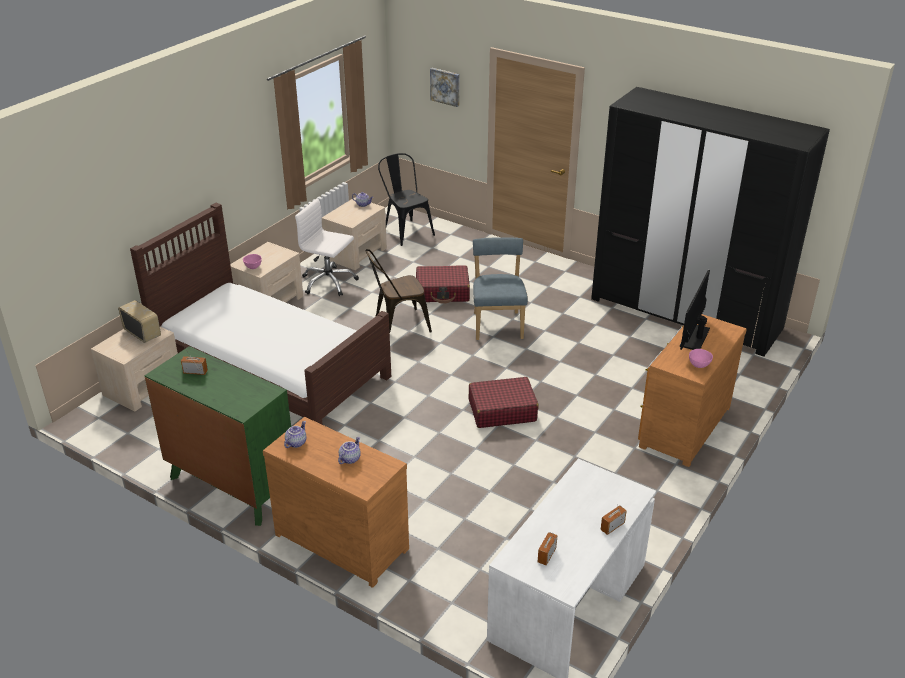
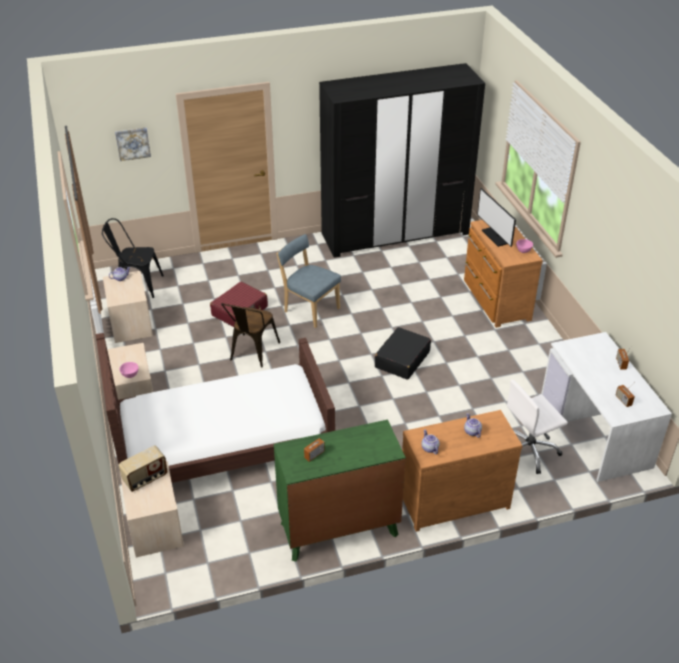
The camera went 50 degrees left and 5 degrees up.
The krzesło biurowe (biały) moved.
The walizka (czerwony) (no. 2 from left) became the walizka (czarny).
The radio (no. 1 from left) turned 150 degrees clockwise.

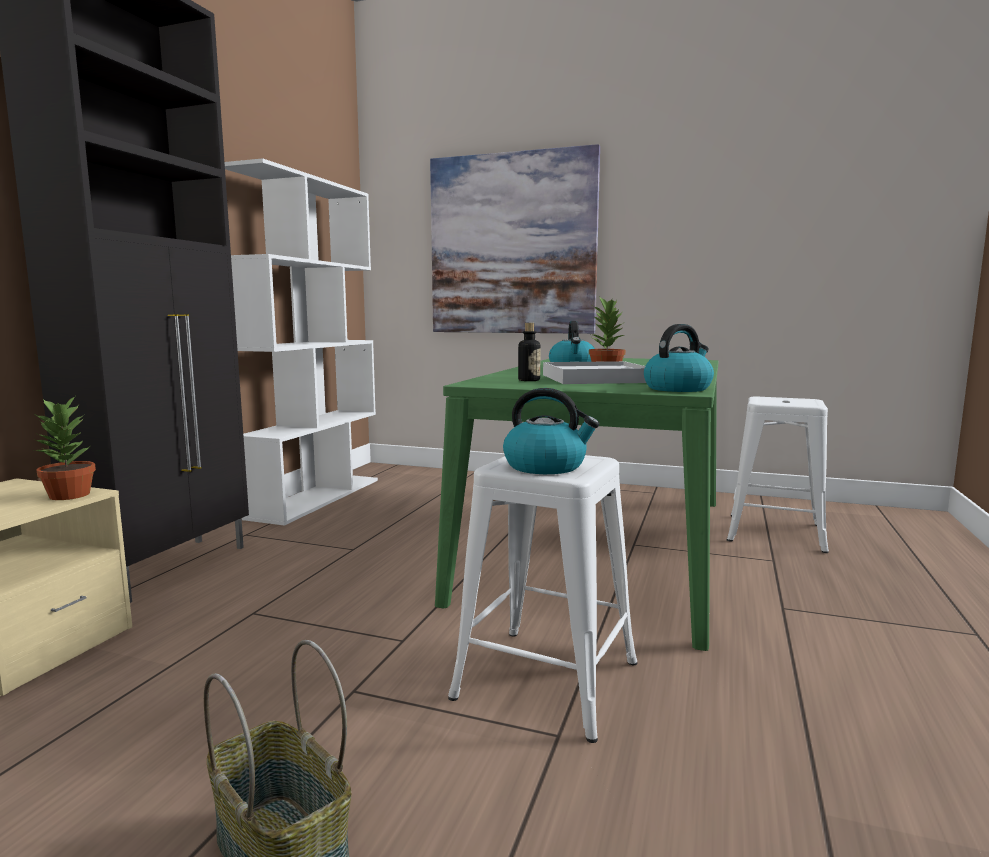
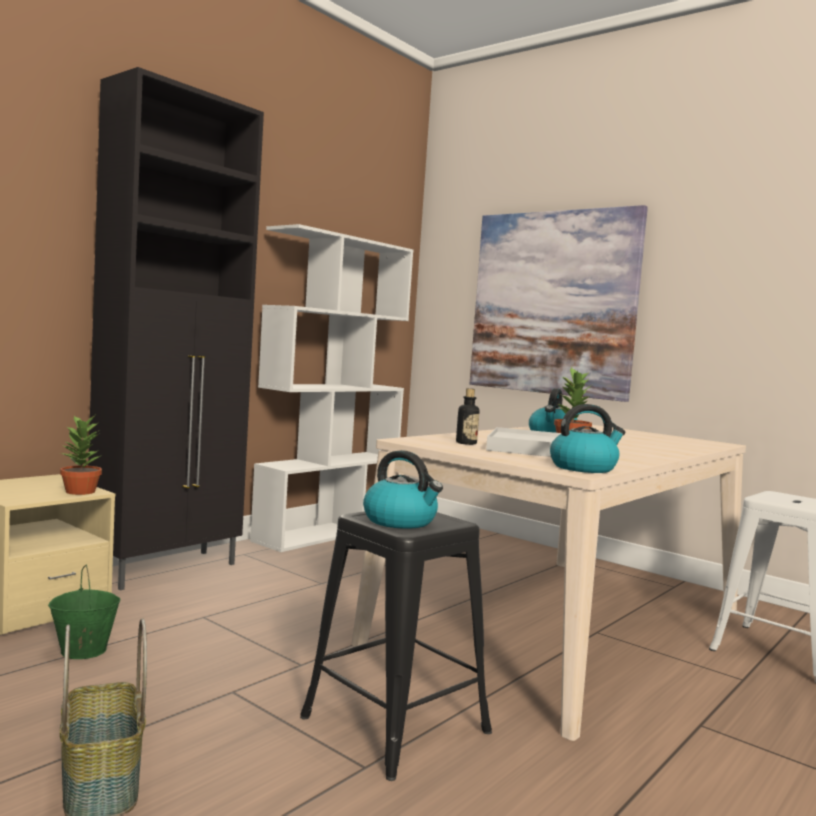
The camera went 20 degrees right and 5 degrees down.
The wiadro (zielony) appeared.
The stół jadalny (zielony) became the stół jadalny (beżowy).
The stołek (biały) (no. 1 from left) became the stołek (czarny).

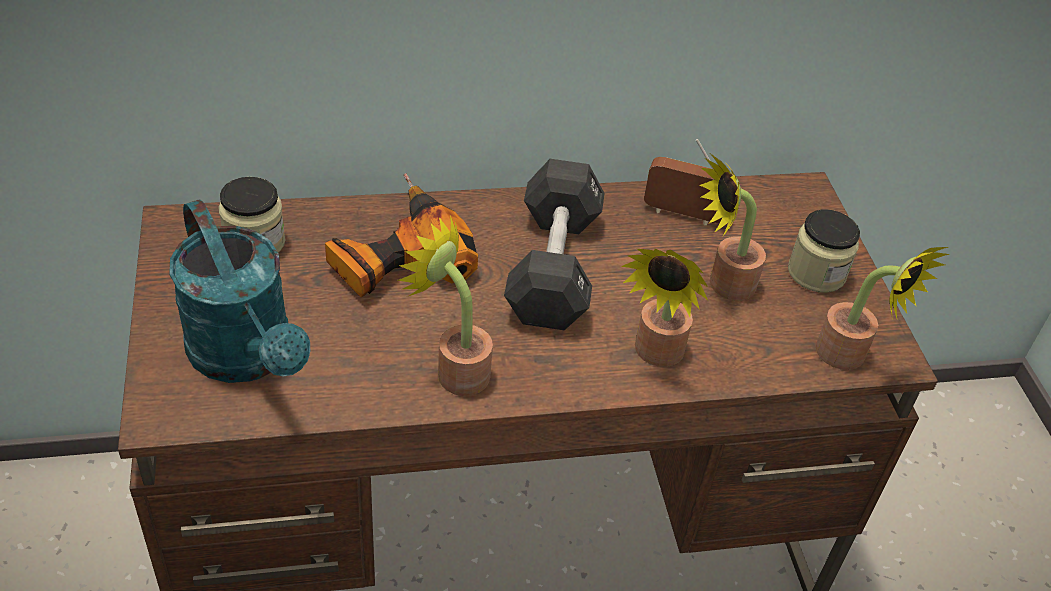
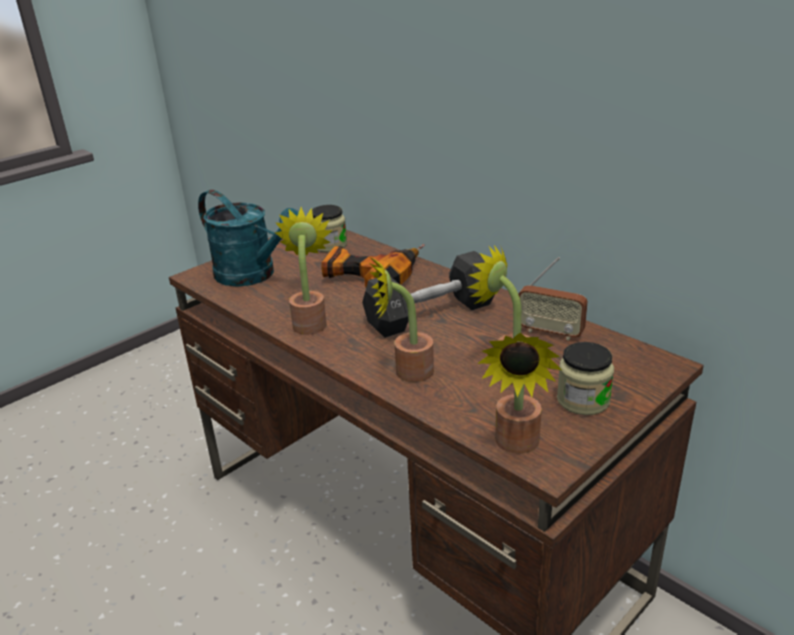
The camera went 60 degrees right and 15 degrees down.
The konewka (turkusowy) turned 75 degrees counterclockwise.
The radio turned 135 degrees clockwise.

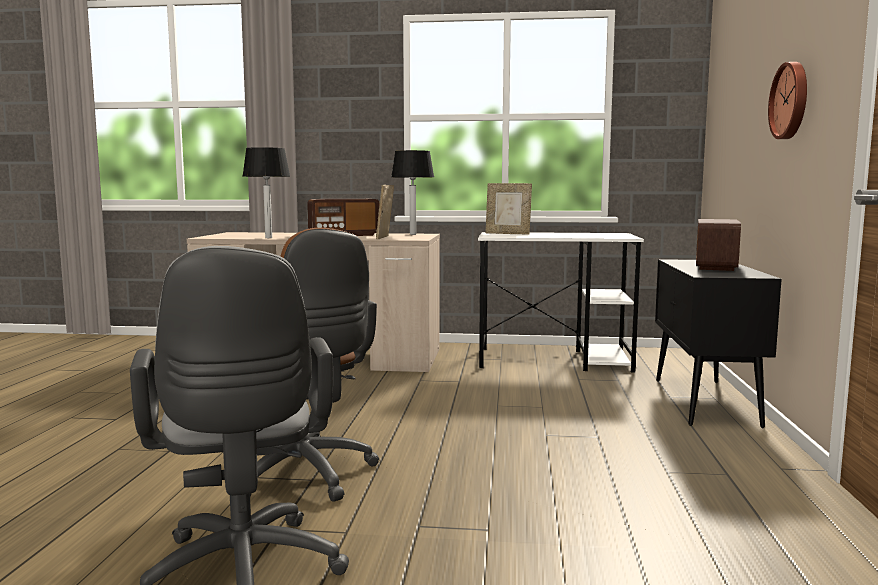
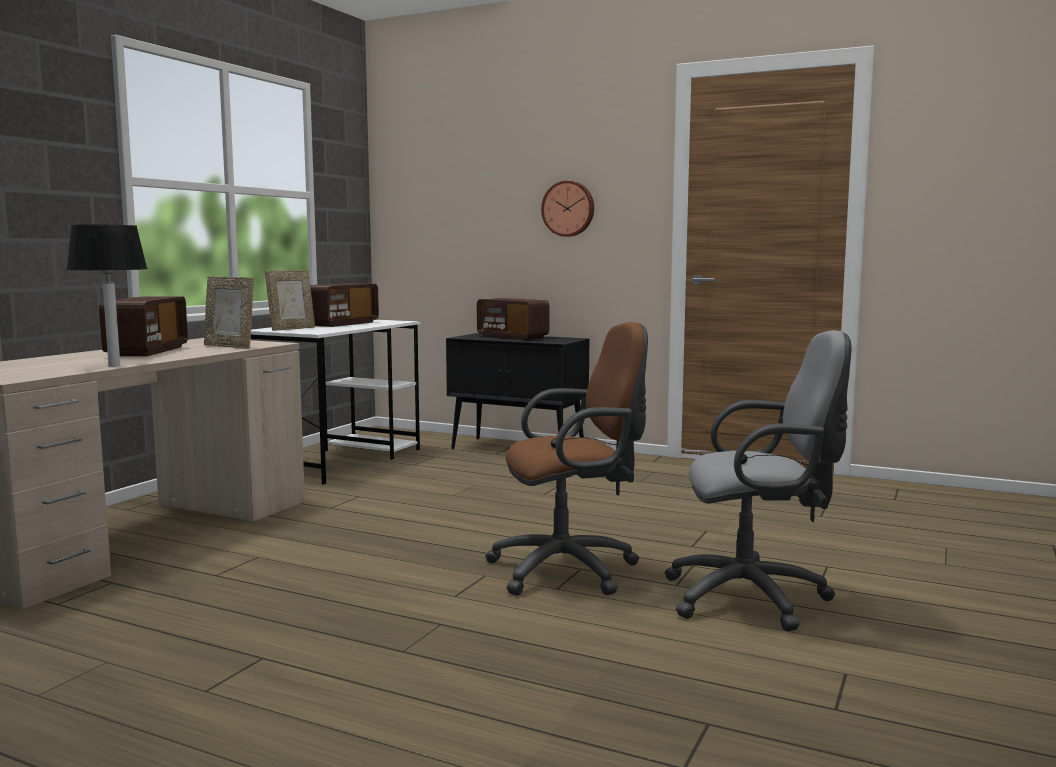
The camera went 70 degrees left and 0 degrees up.
The lampa stołowa (no. 2 from left) disappeared.
The radio (no. 2 from left) appeared.

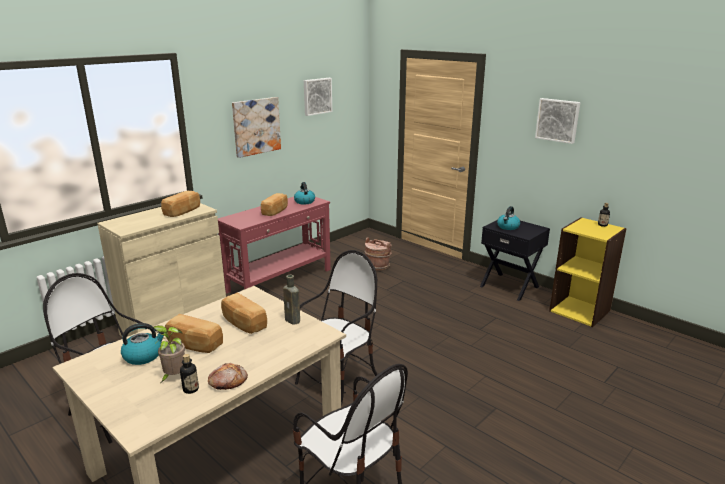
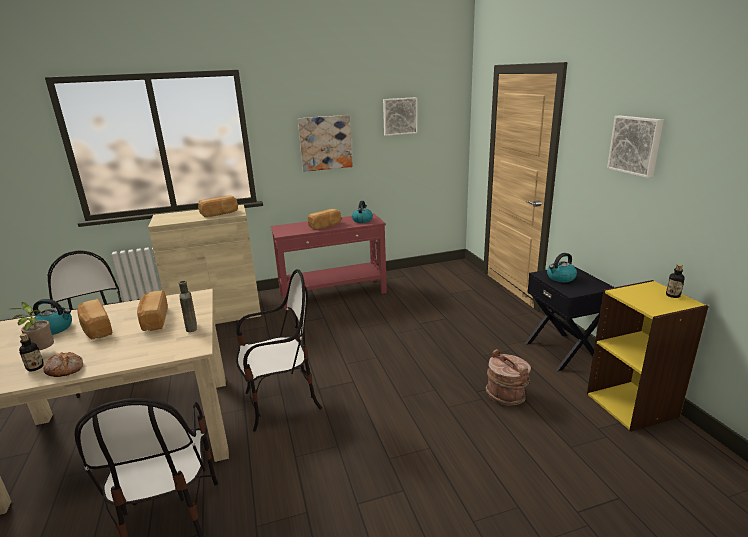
The camera went 30 degrees right and 0 degrees up.
The wiadro (brązowy) moved.

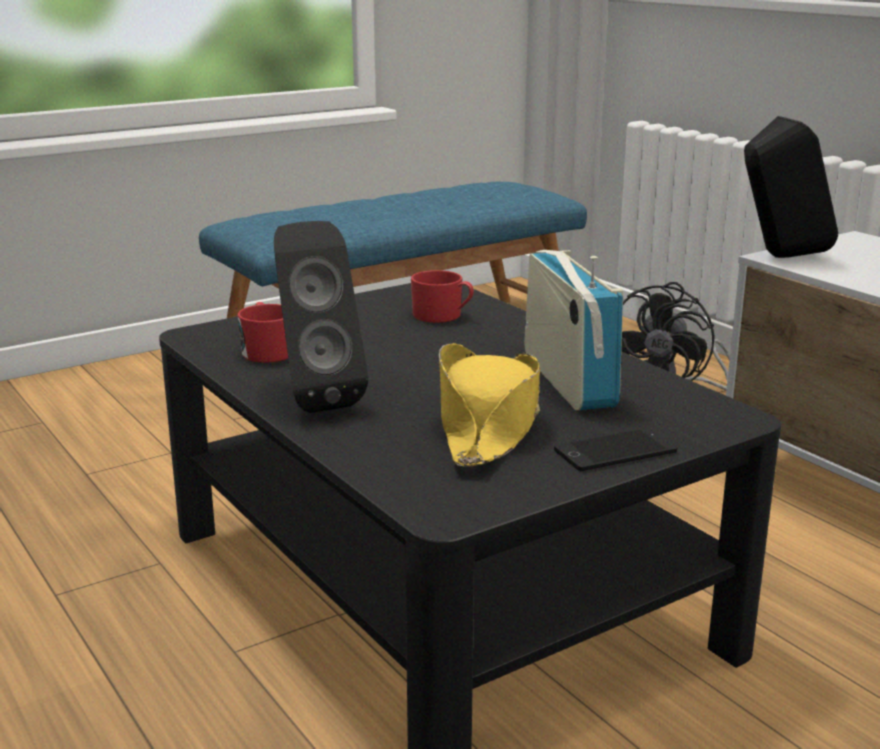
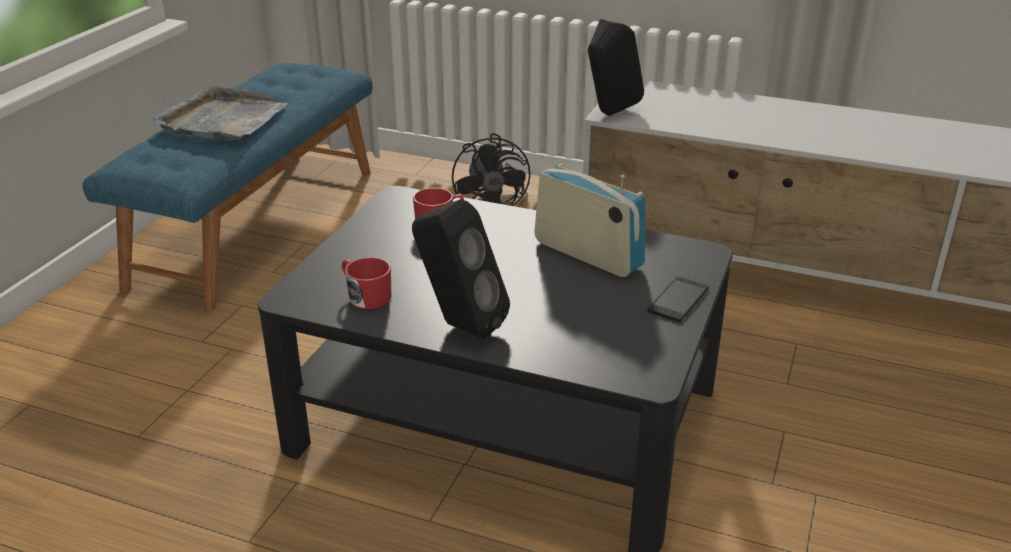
The camera went 35 degrees left and 10 degrees up.
The kapelusz (żółty) disappeared.
The taca (szary) appeared.

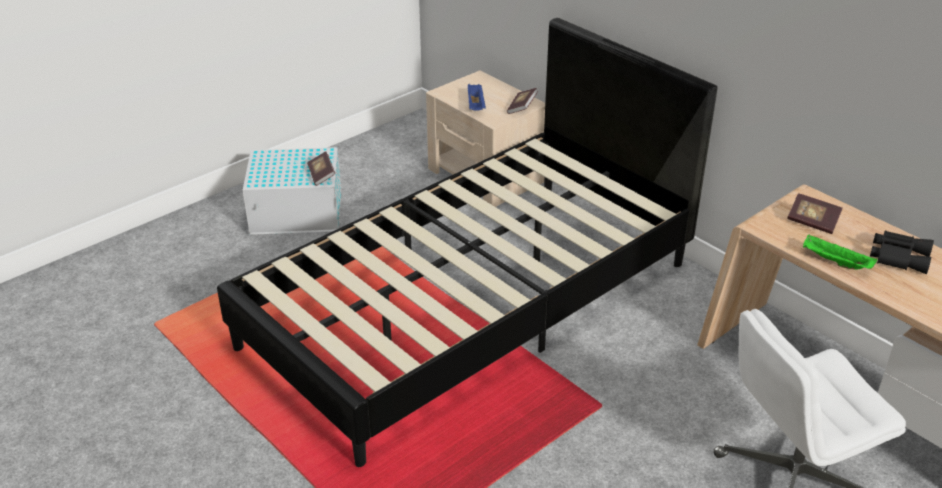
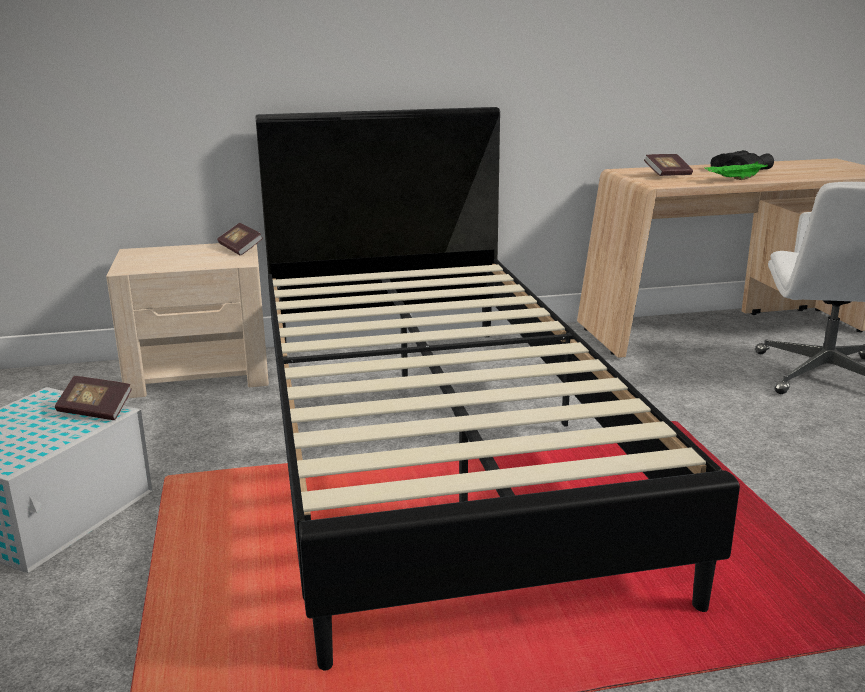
The camera went 60 degrees left and 15 degrees down.
The taca (niebieski) disappeared.

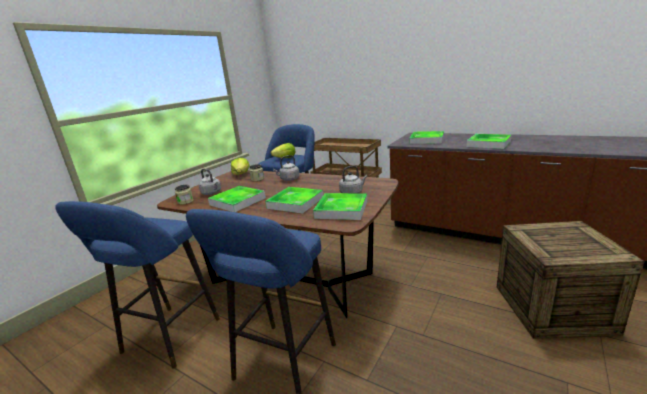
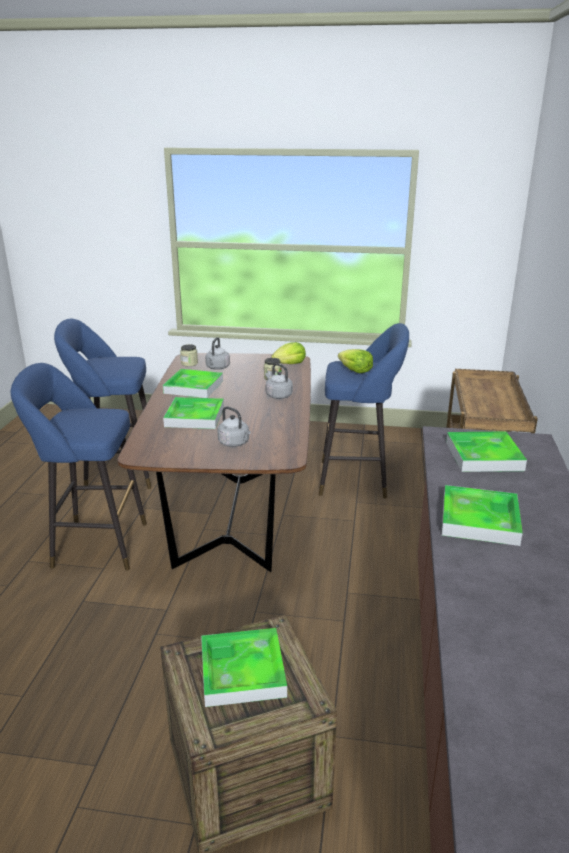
The camera went 65 degrees right and 5 degrees up.
The taca (no. 3 from left) moved.

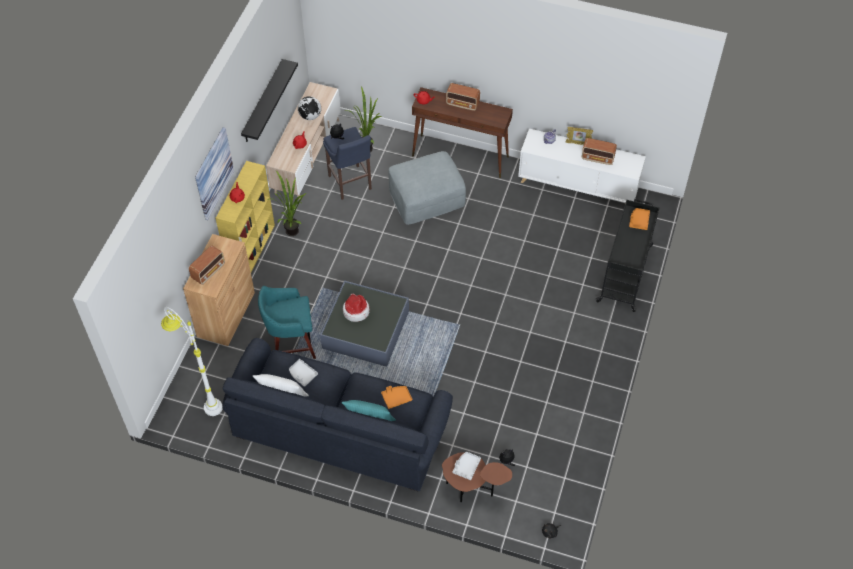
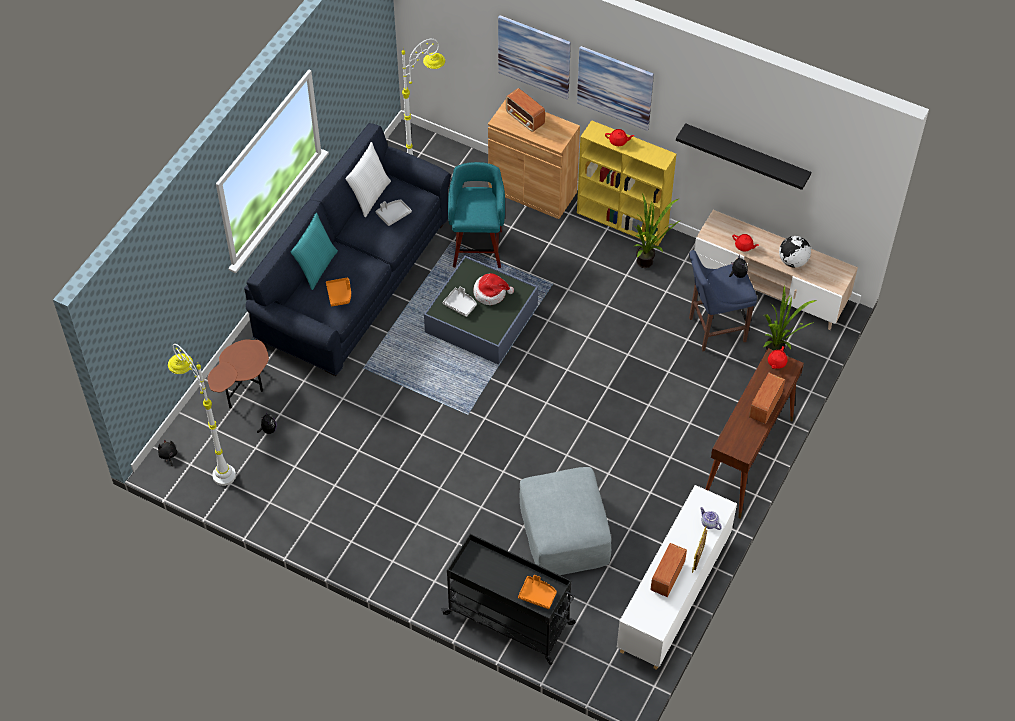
The camera went 100 degrees right and 0 degrees up.
The lampa stojąca (biały) (no. 1 from left) appeared.
The obraz (no. 1 from left) appeared.
The pufa (szary) moved.
The taca (szary) (no. 2 from left) moved.

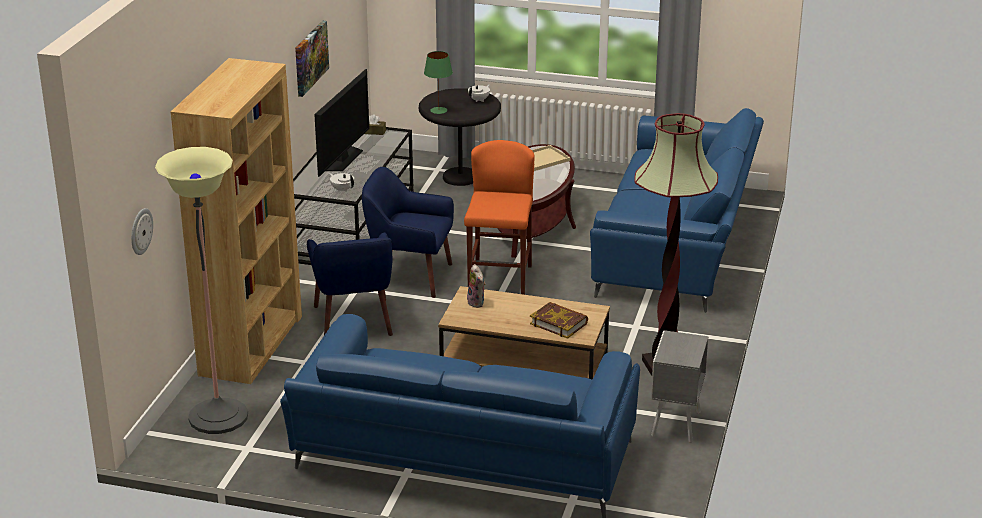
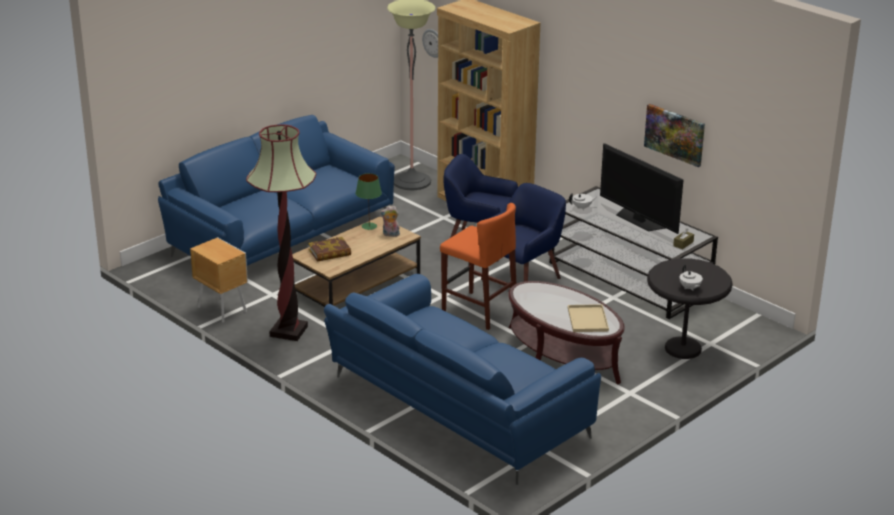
The camera went 120 degrees right and 0 degrees up.
The lampa stołowa (zielony) moved.
The szafka nocna (szary) became the szafka nocna (brązowy).

